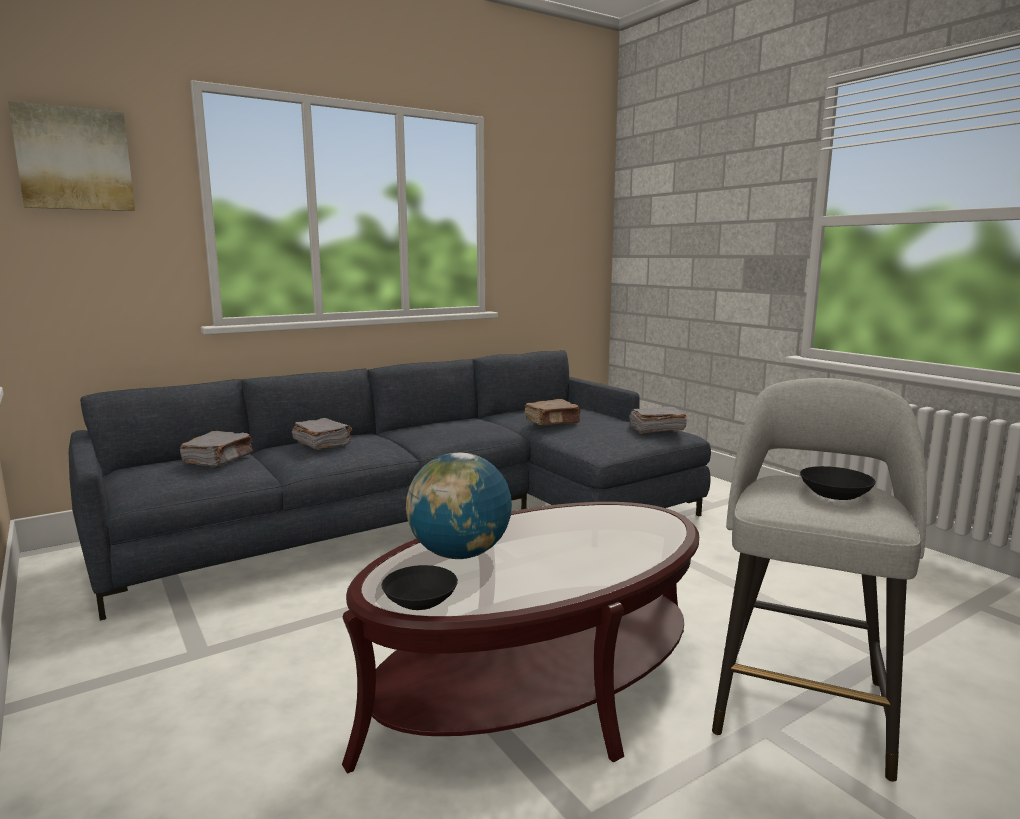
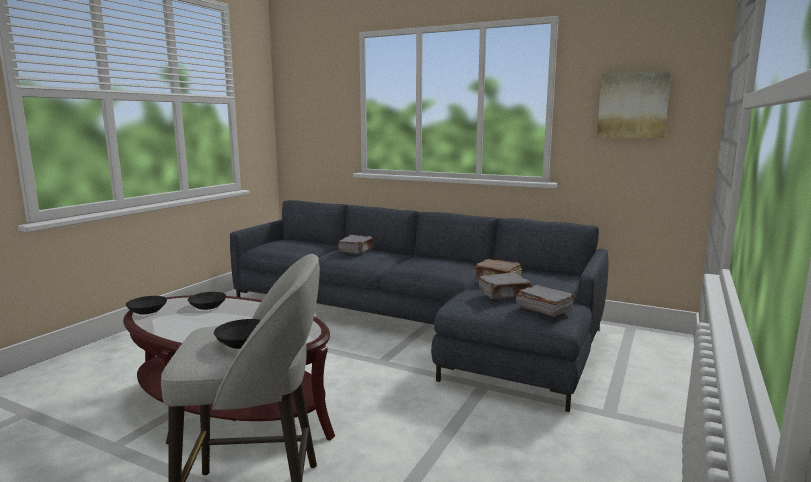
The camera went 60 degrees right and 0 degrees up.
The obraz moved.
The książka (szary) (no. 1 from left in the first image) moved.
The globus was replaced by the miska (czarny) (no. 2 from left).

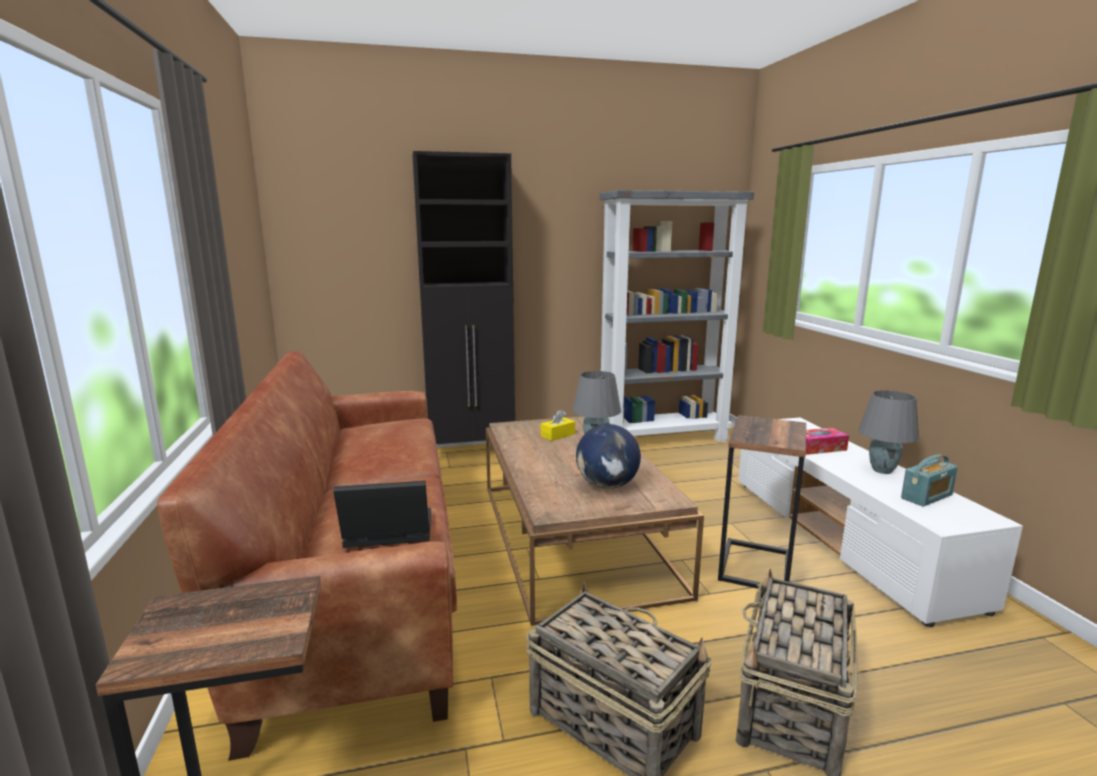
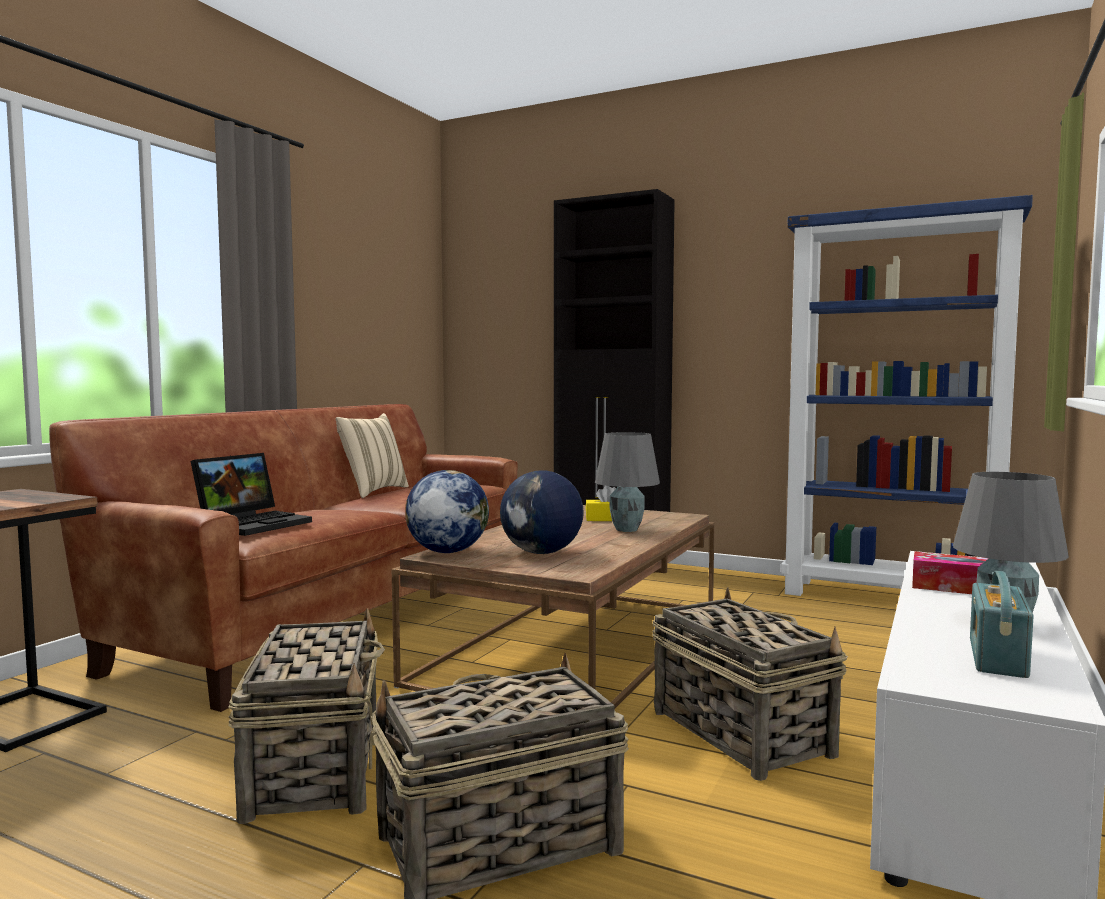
The camera went 40 degrees right and 10 degrees down.
The poduszka (beżowy) appeared.
The globus (no. 1 from left) appeared.
The stolik (no. 2 from left) was replaced by the koszyk (no. 3 from left).
The regał (szary) became the regał (niebieski).
The laptop turned 90 degrees clockwise.
The radio turned 105 degrees clockwise.

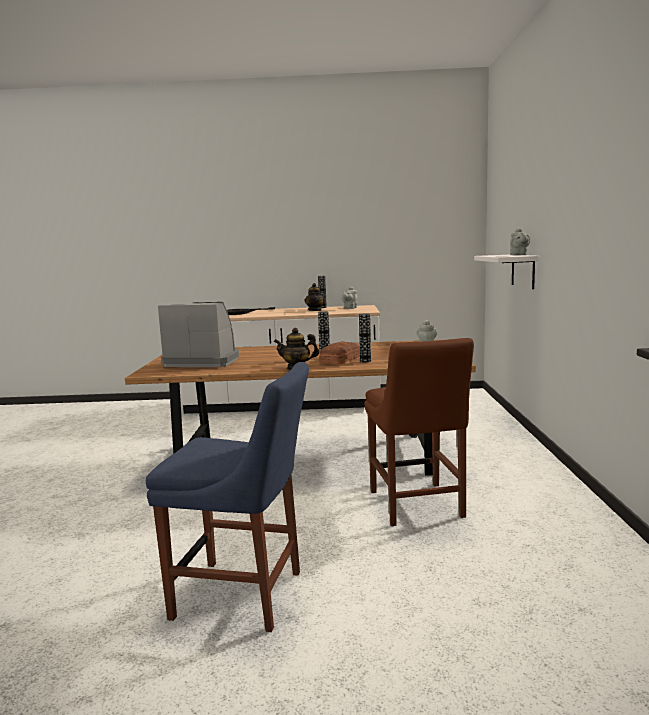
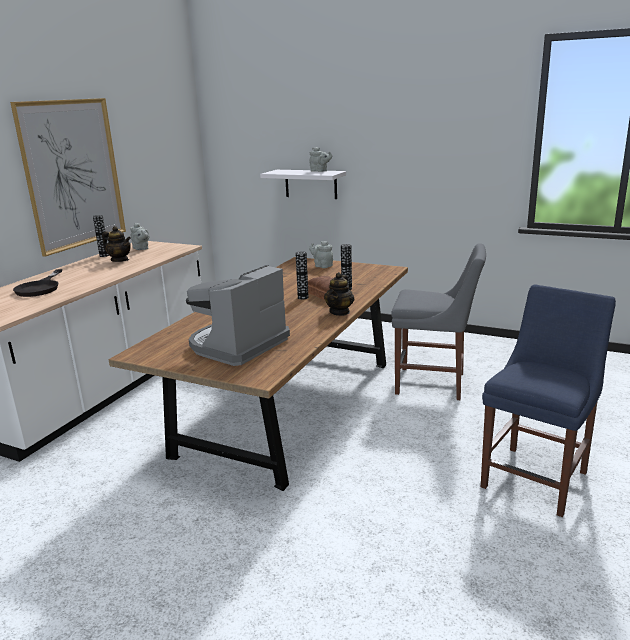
The camera went 65 degrees left and 10 degrees up.
The obraz appeared.
The krzesło (brązowy) became the krzesło (szary).

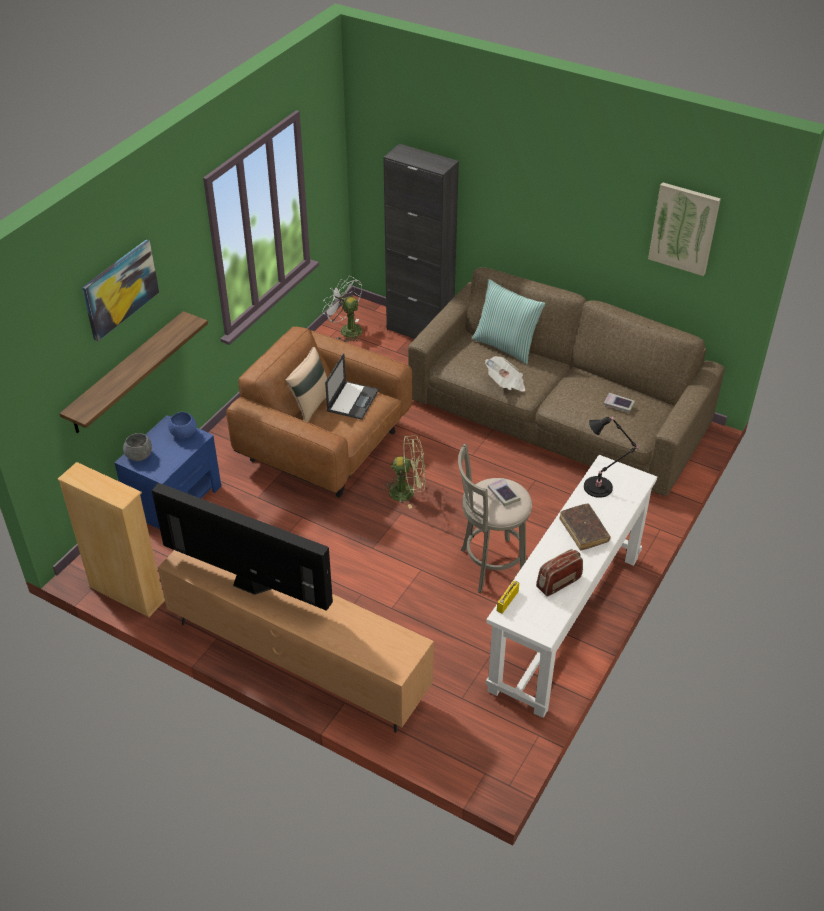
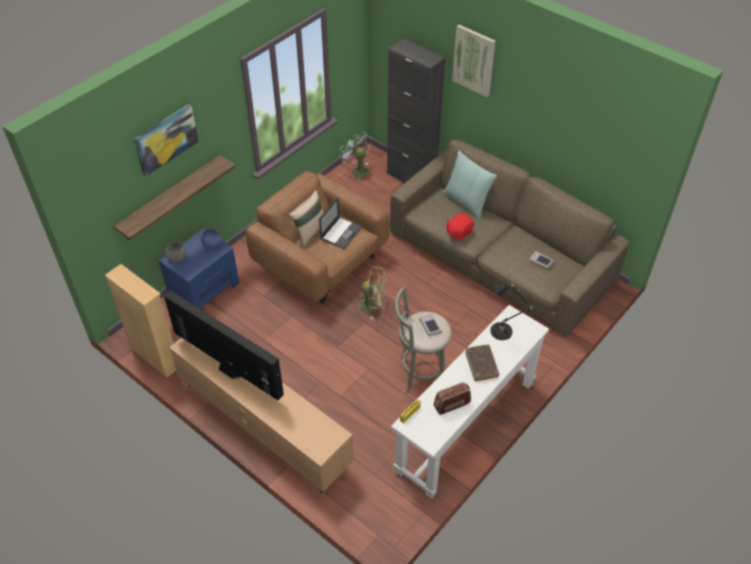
The camera went 10 degrees right and 5 degrees up.
The obraz (no. 2 from left) moved.
The gazeta was replaced by the pluszak (czerwony).

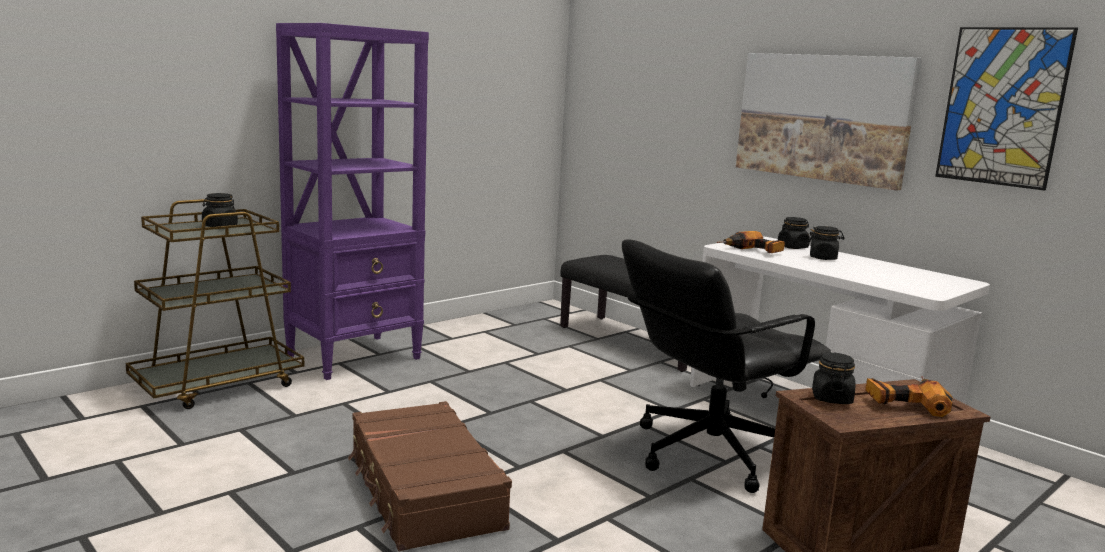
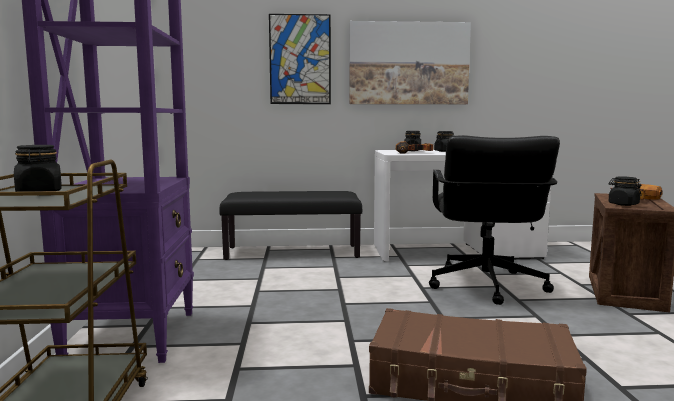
The camera went 50 degrees left and 5 degrees down.
The obraz (no. 2 from left in the first image) moved.

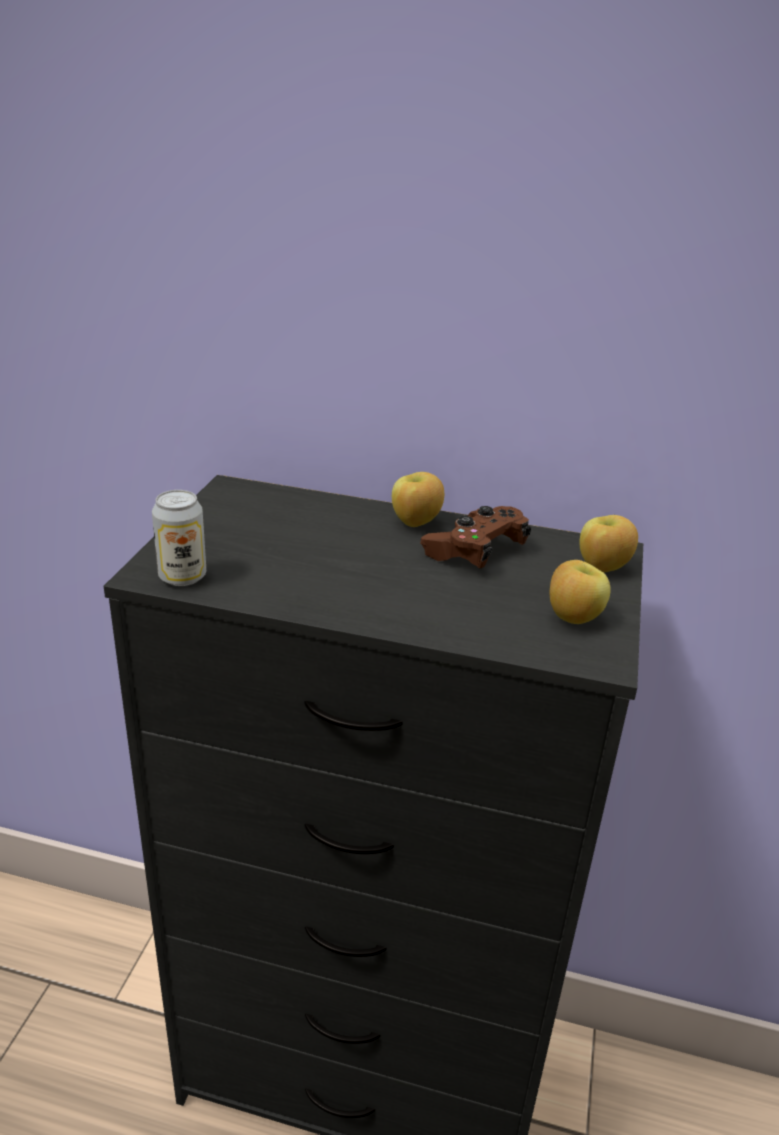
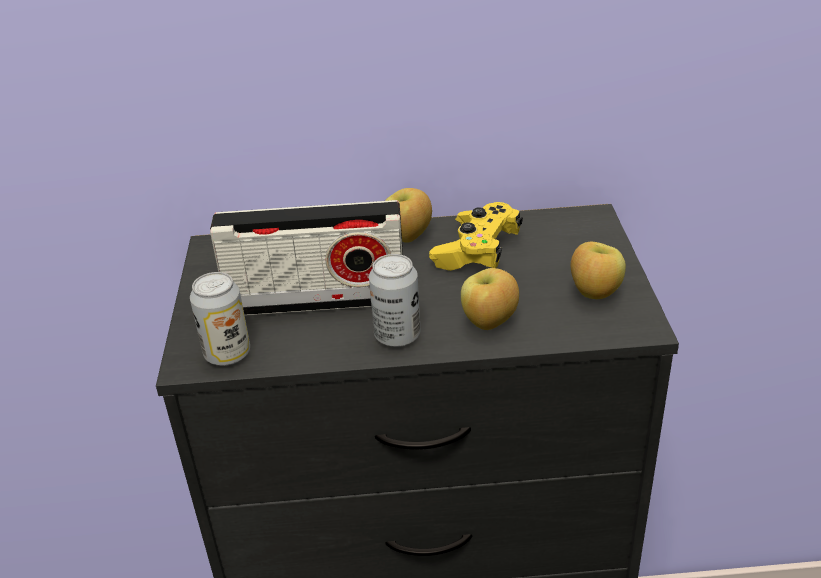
The camera went 15 degrees left and 5 degrees up.
The radio appeared.
The puszka (no. 2 from left) appeared.
The jabłko (no. 3 from left in the first image) moved.
The pad do gier (brązowy) became the pad do gier (żółty).

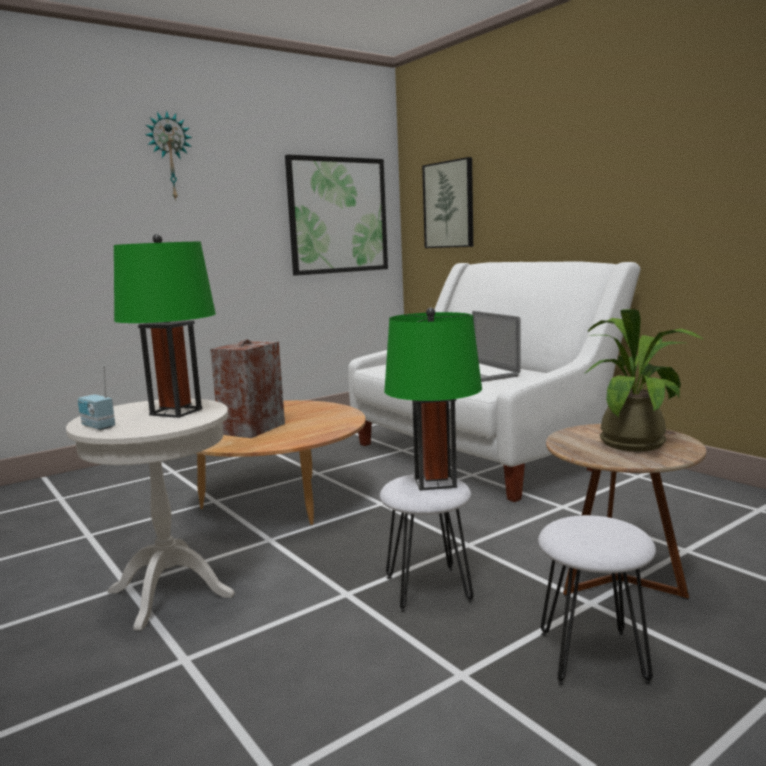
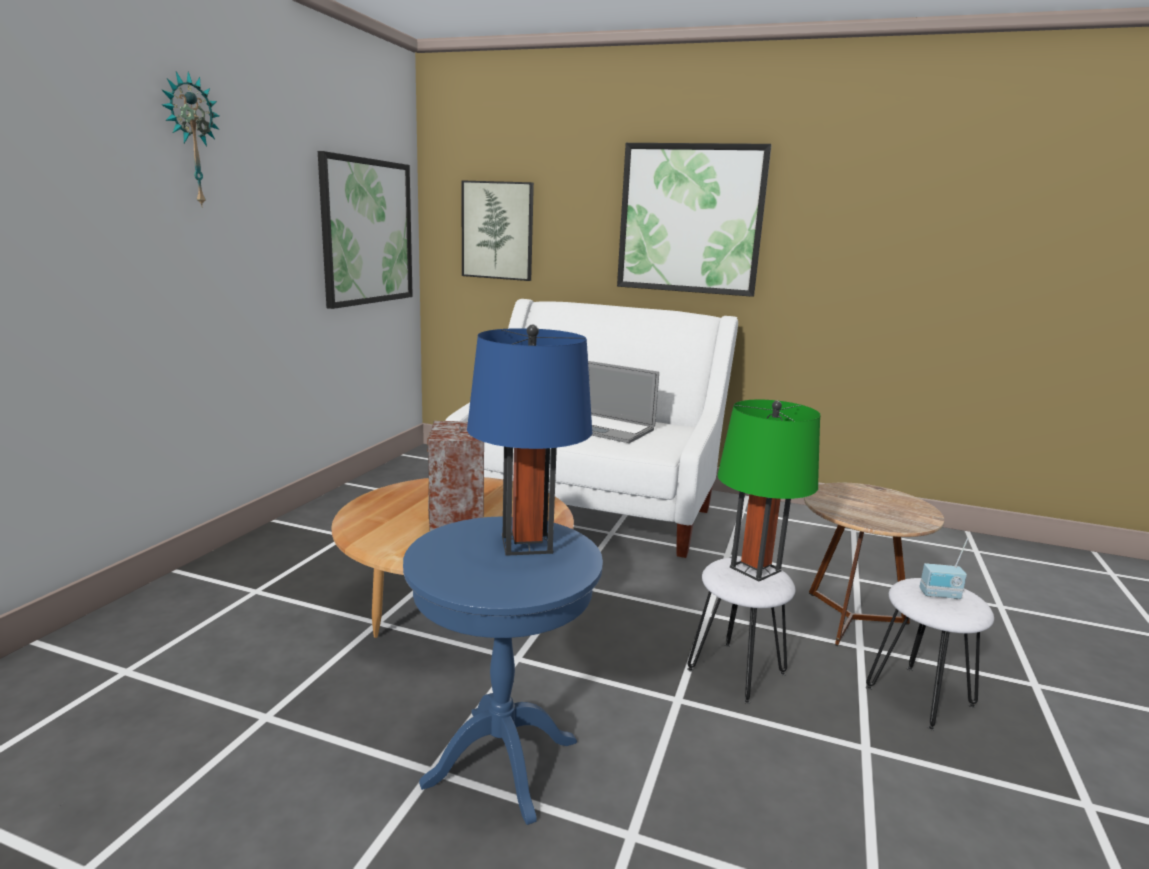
The camera went 35 degrees left and 5 degrees up.
The roślina doniczkowa disappeared.
The obraz (no. 3 from left) appeared.
The radio moved.
The stolik (biały) became the stolik (niebieski).
The lampa stołowa (zielony) (no. 1 from left) became the lampa stołowa (niebieski).

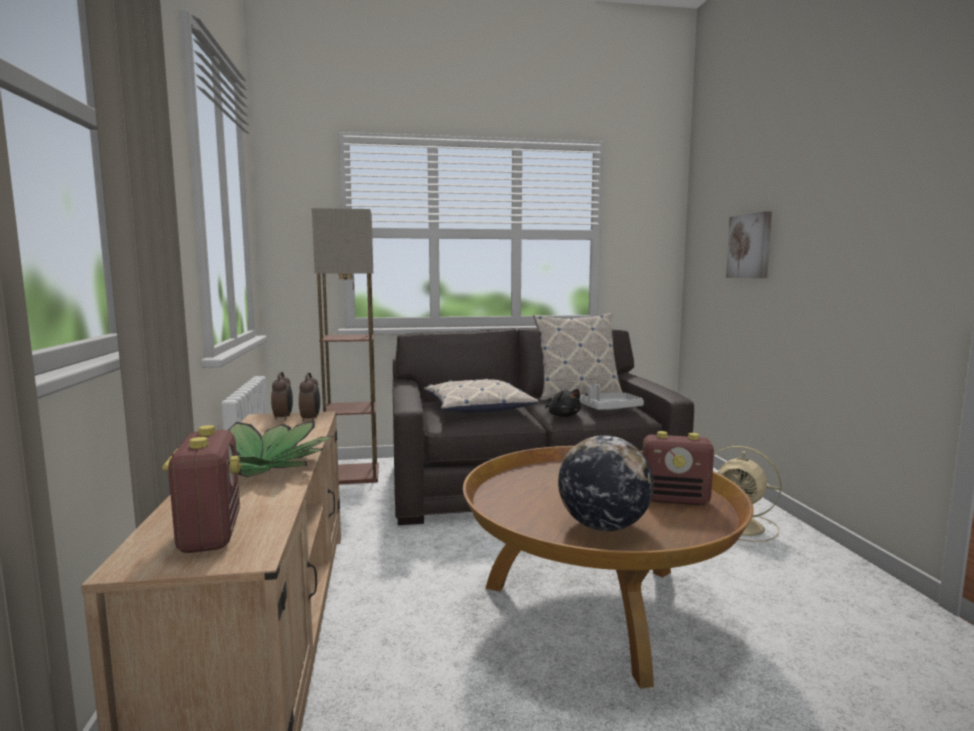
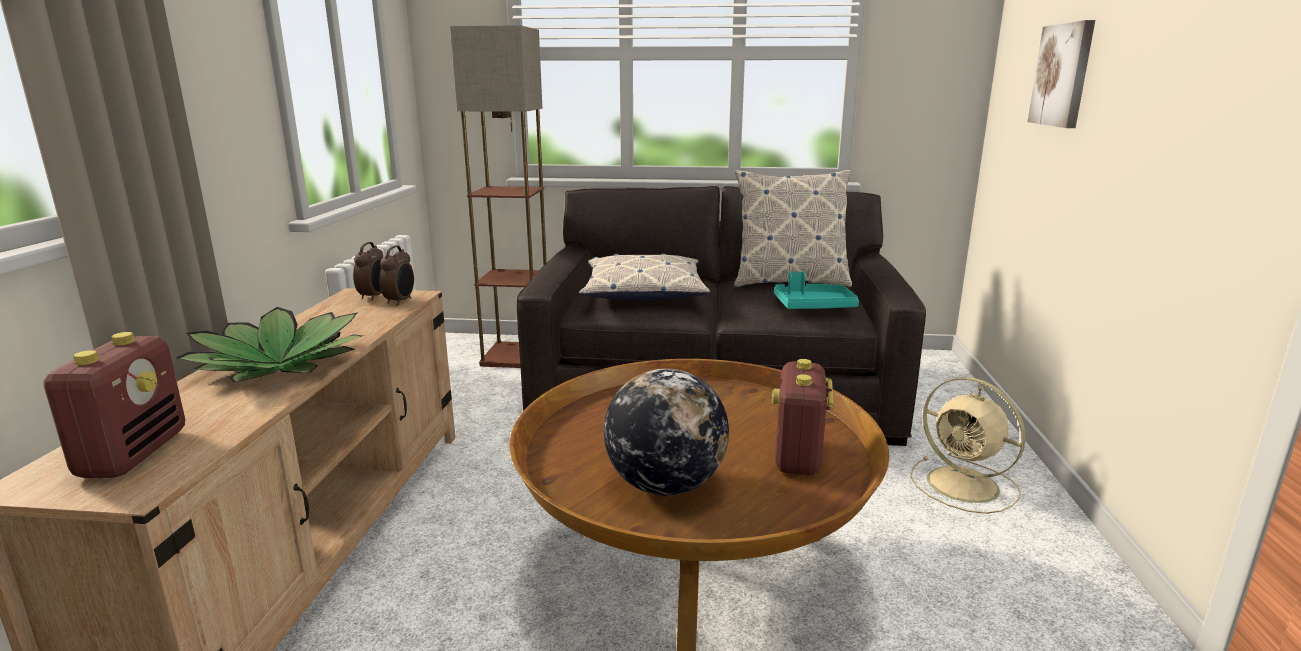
The camera went 15 degrees right and 10 degrees up.
The pluszak (czarny) disappeared.
The taca (szary) became the taca (turkusowy).
The radio (no. 2 from left) turned 75 degrees clockwise.

